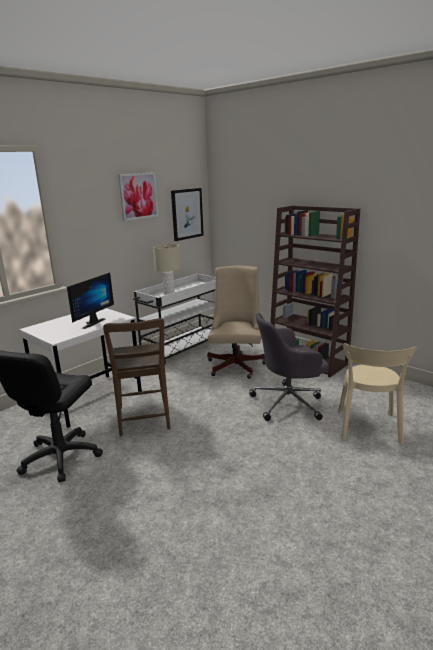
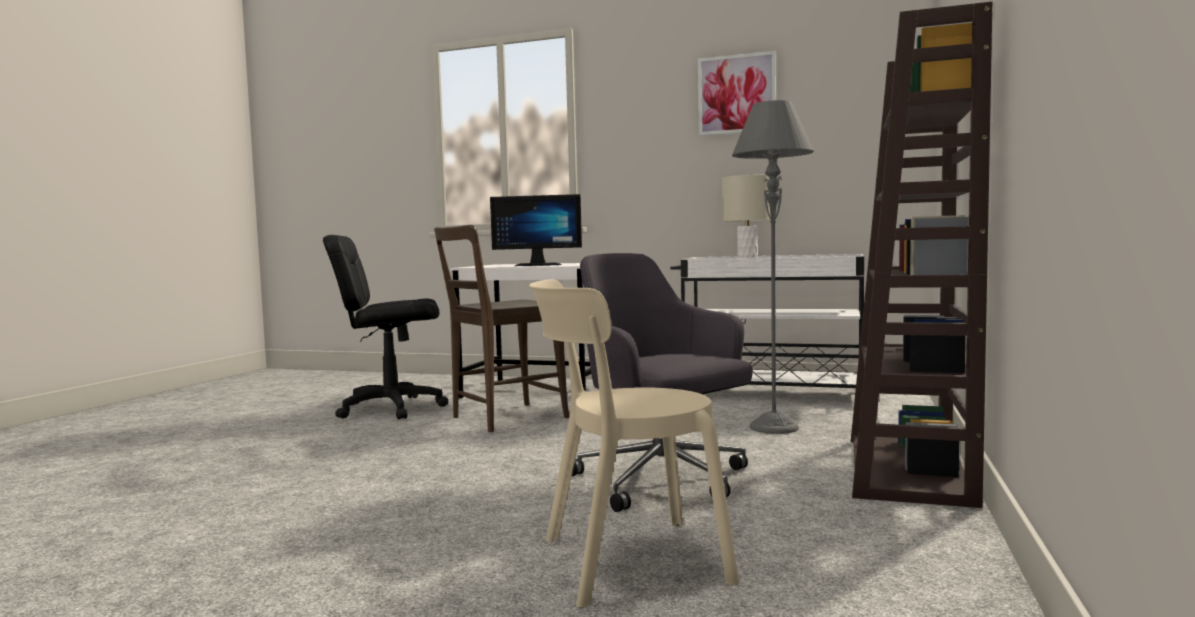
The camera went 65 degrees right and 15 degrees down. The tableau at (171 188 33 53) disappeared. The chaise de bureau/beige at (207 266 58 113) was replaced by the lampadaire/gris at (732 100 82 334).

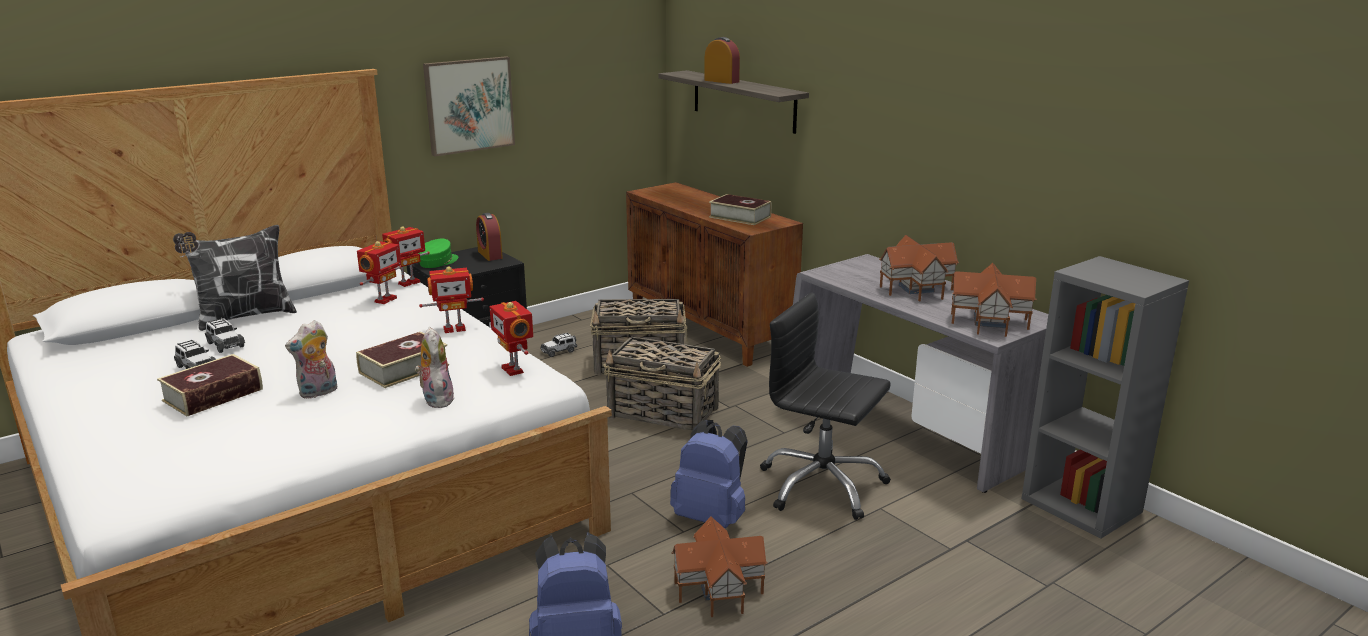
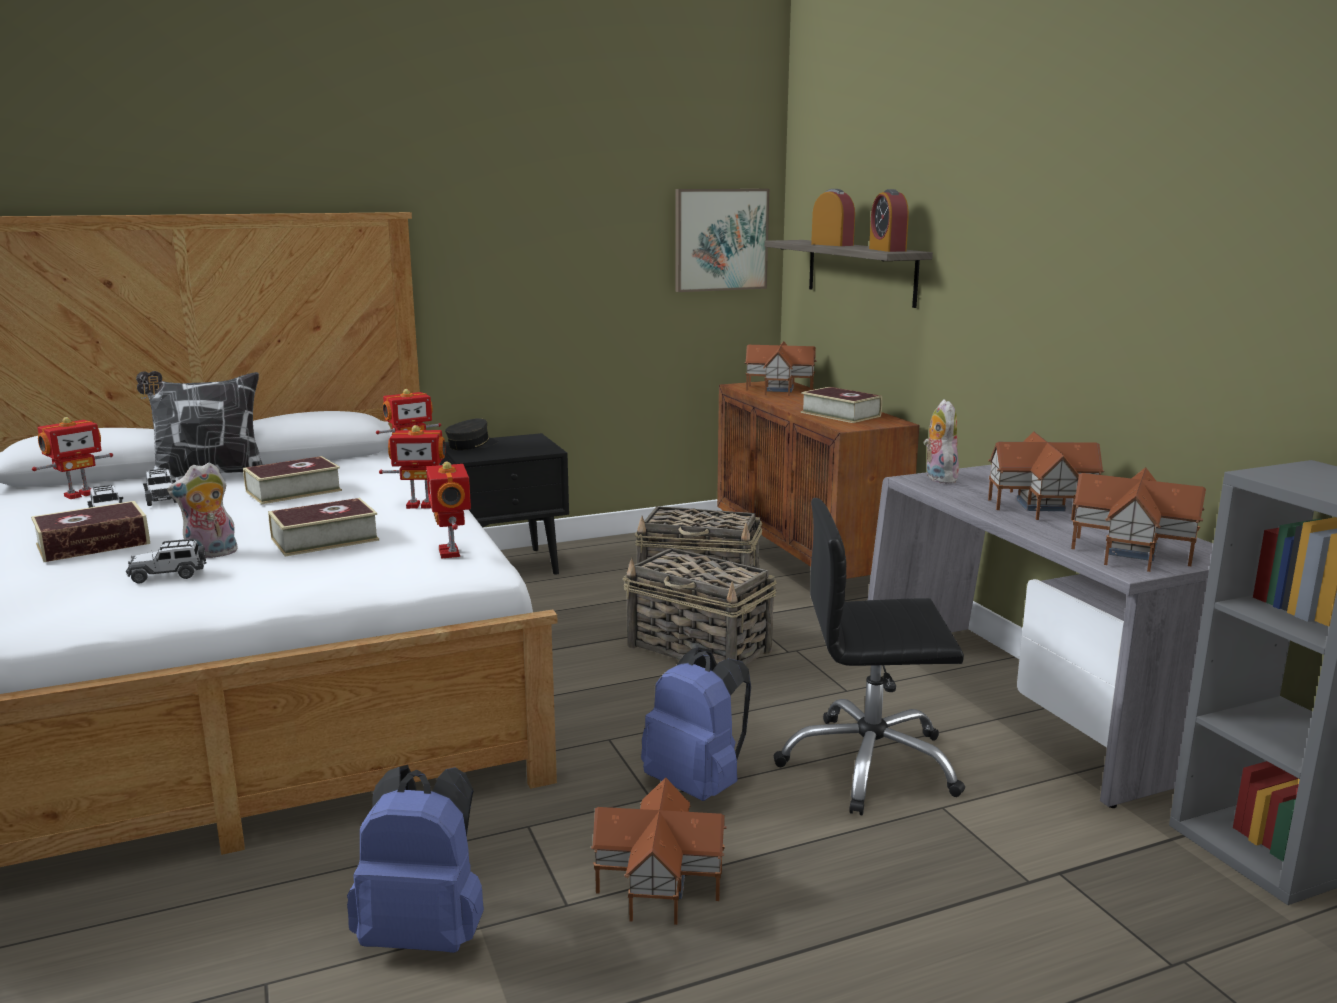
The camera went 15 degrees right and 5 degrees down. The livre at (243 456 99 48) appeared. The maison miniature at (745 341 71 55) appeared. The robot jouet moved from (357 241 44 63) to (32 417 81 82). The peluche moved from (415 327 40 81) to (924 399 35 85). The tableau moved from (423 56 92 101) to (675 189 94 103). The réveil moved from (476 213 27 48) to (869 189 40 63). The petite voiture moved from (540 333 37 24) to (126 539 81 44). The casquette/vert at (418 239 40 29) became the casquette/gris at (445 418 53 32). The chaise de bureau/noir at (760 292 131 228) turned 45 degrees counterclockwise.

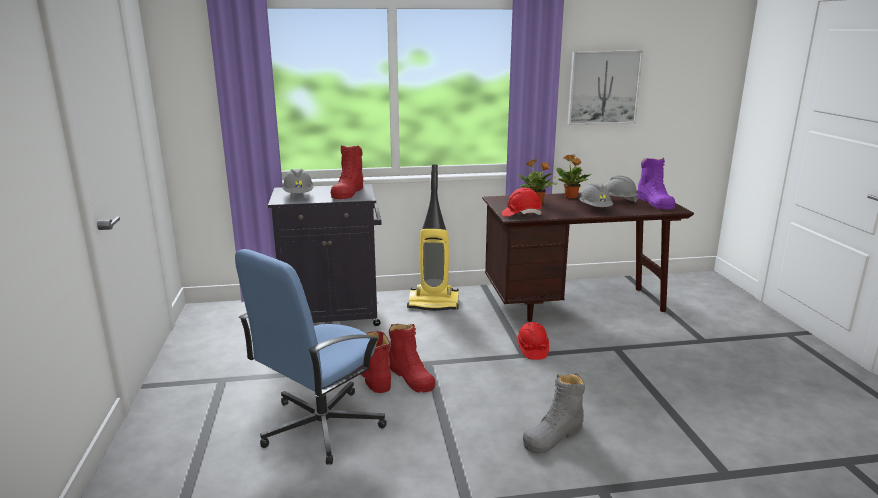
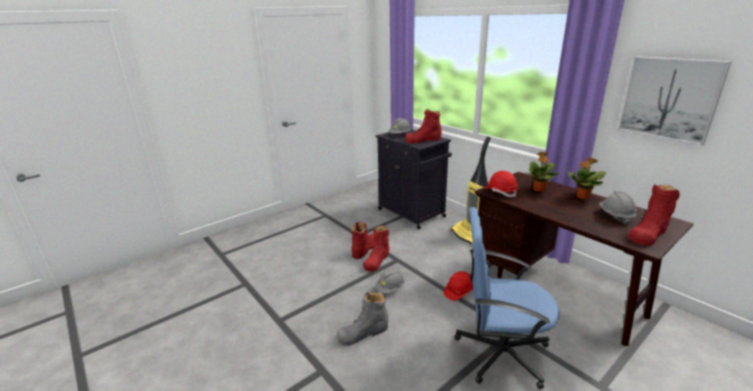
The camera went 60 degrees right and 5 degrees up. The chaise de bureau/bleu moved from (235 249 152 216) to (455 207 105 182). The casque de chantier/gris moved from (580 183 33 24) to (375 268 30 25). The botte/violet at (638 158 38 52) became the botte/rouge at (628 185 52 61). The botte/gris at (523 374 62 80) turned 45 degrees counterclockwise.

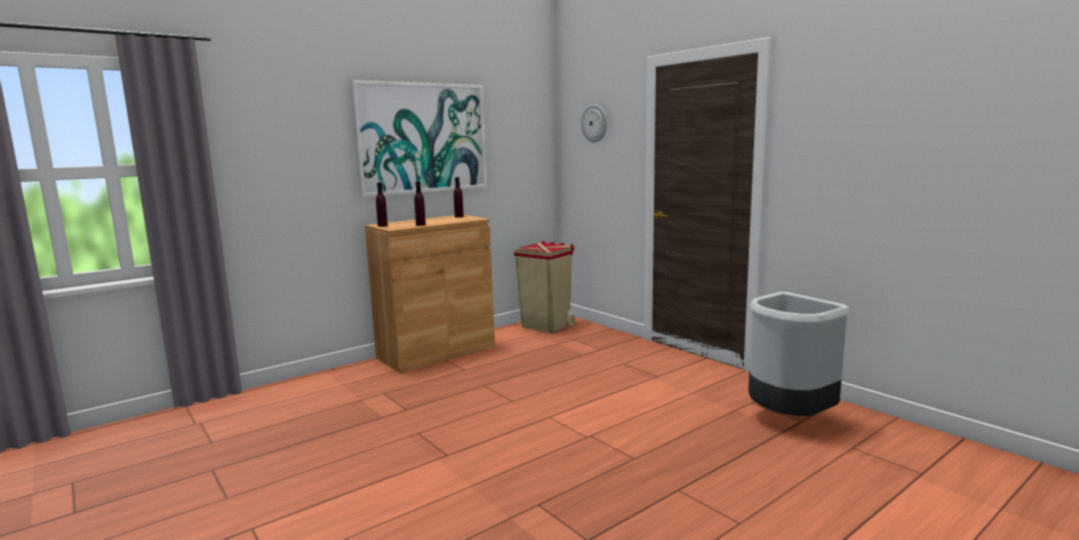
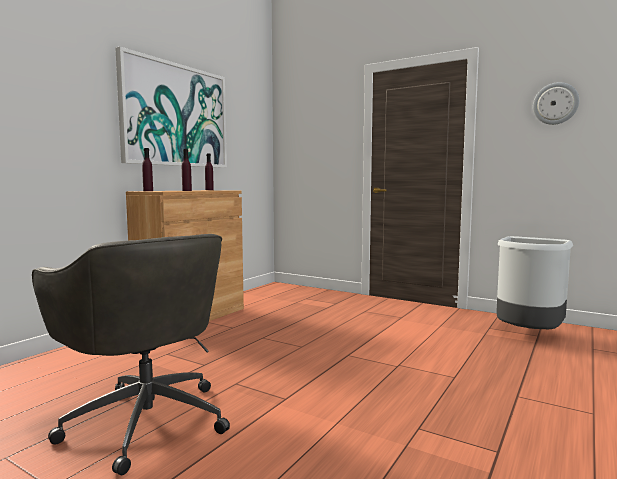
The camera went 20 degrees left and 5 degrees down. The poubelle/beige at (514 241 61 92) disappeared. The chaise de bureau/gris at (32 234 198 241) appeared. The horloge murale moved from (581 104 26 38) to (533 82 46 43).

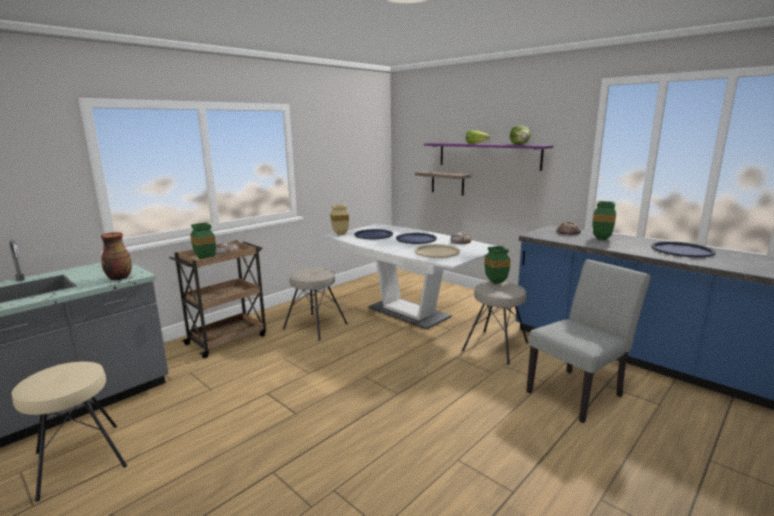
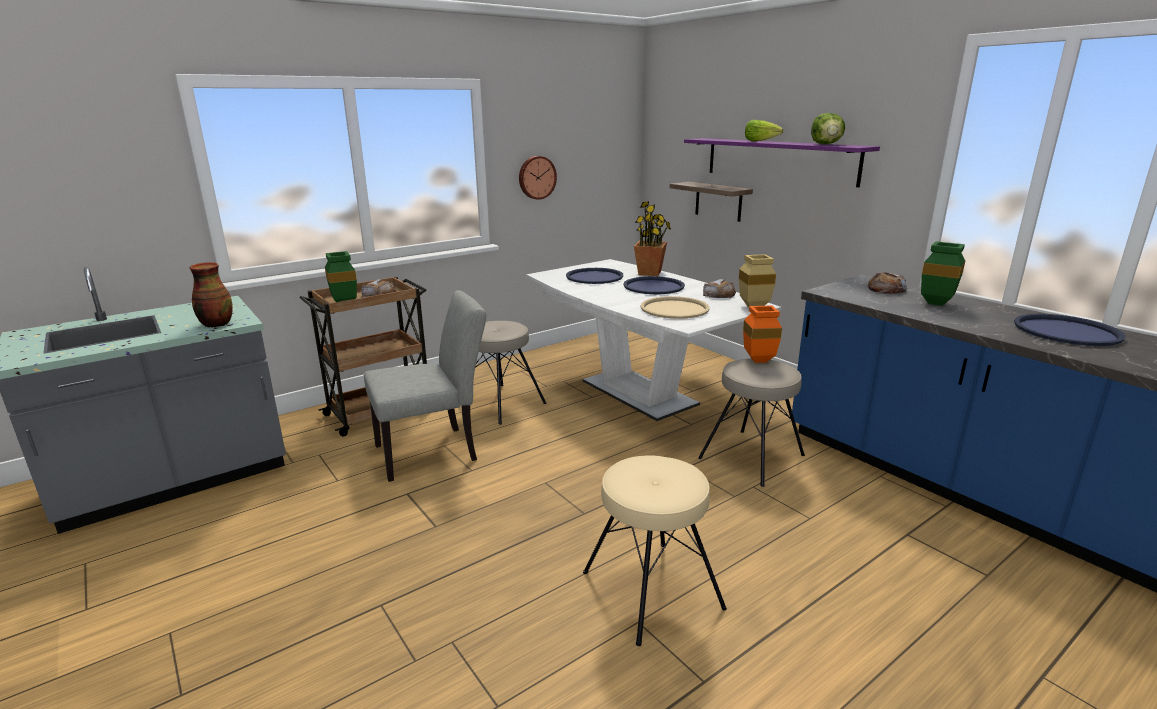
The camera went 10 degrees right and 5 degrees up. The horloge murale at (519 156 38 44) appeared. The plante en pot at (634 201 37 75) appeared. The tabouret/beige moved from (11 362 116 140) to (583 455 144 191). The vase/beige moved from (330 205 19 31) to (739 254 37 53). The chaise/gris moved from (526 259 124 164) to (364 290 123 192). The vase/vert at (484 246 27 38) became the vase/orange at (743 305 39 58).

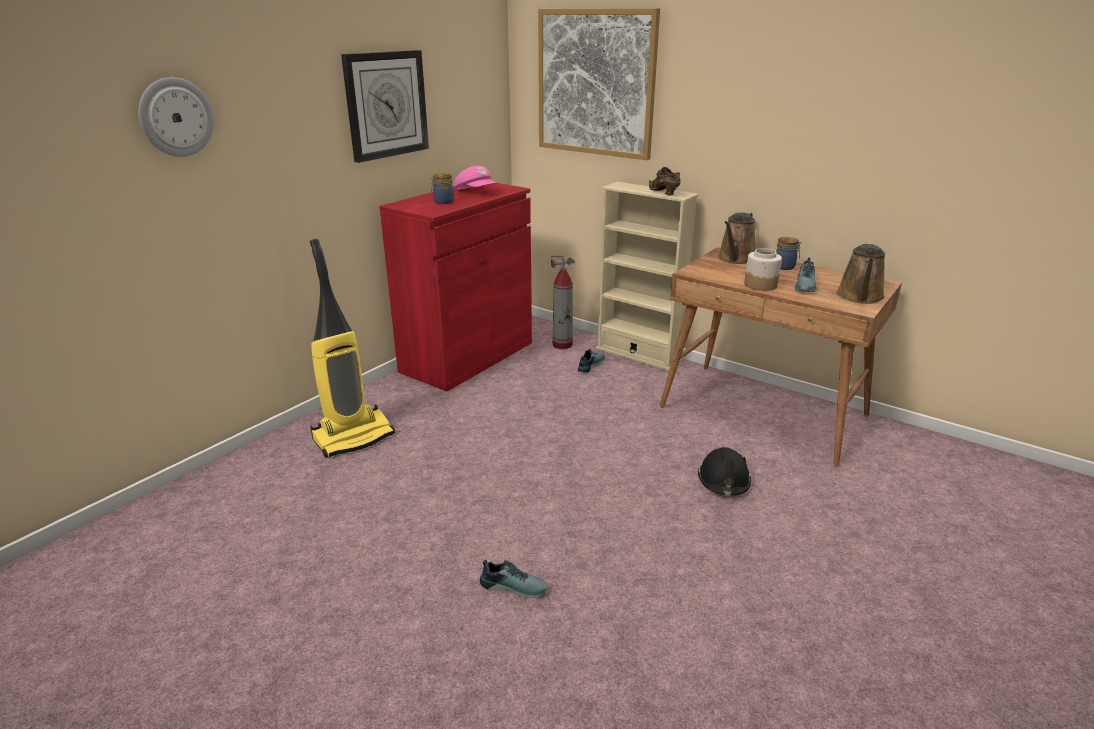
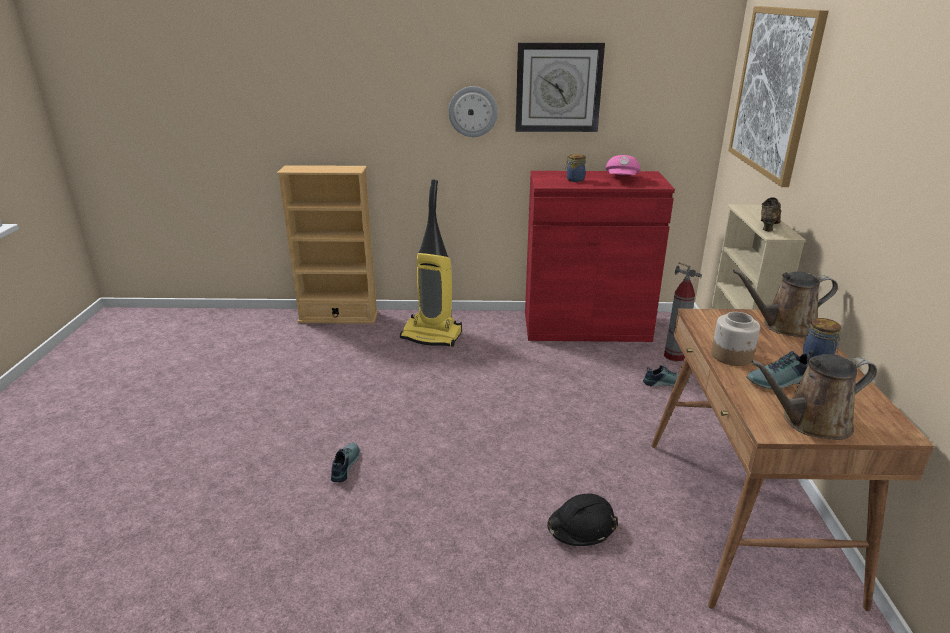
The camera went 55 degrees right and 0 degrees up. The bibliothèque/beige at (277 165 101 159) appeared. The horloge murale moved from (138 77 76 80) to (448 86 50 51). The chaussure at (480 560 68 38) turned 150 degrees counterclockwise.

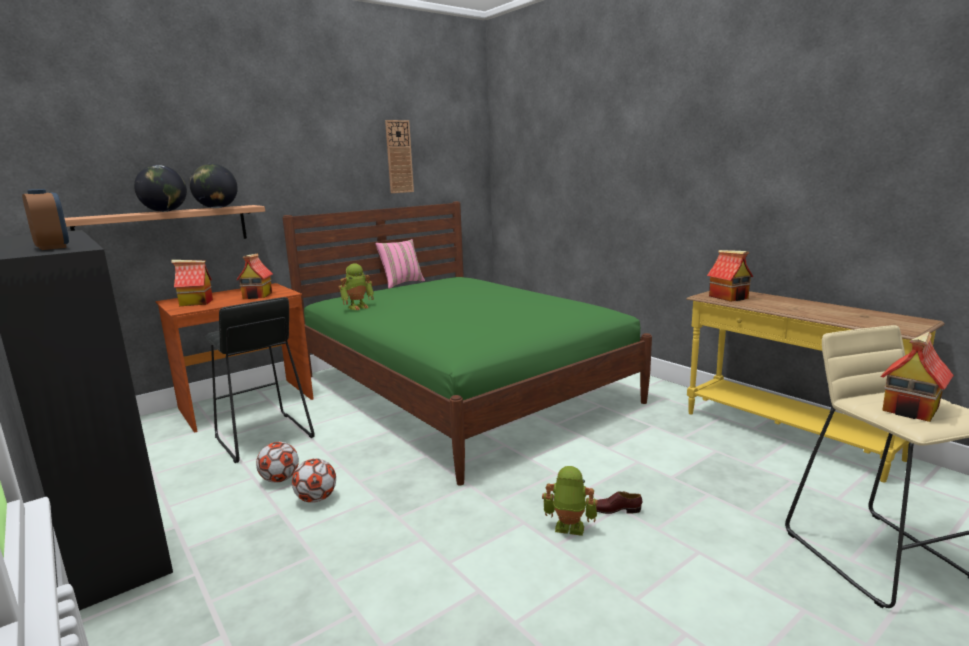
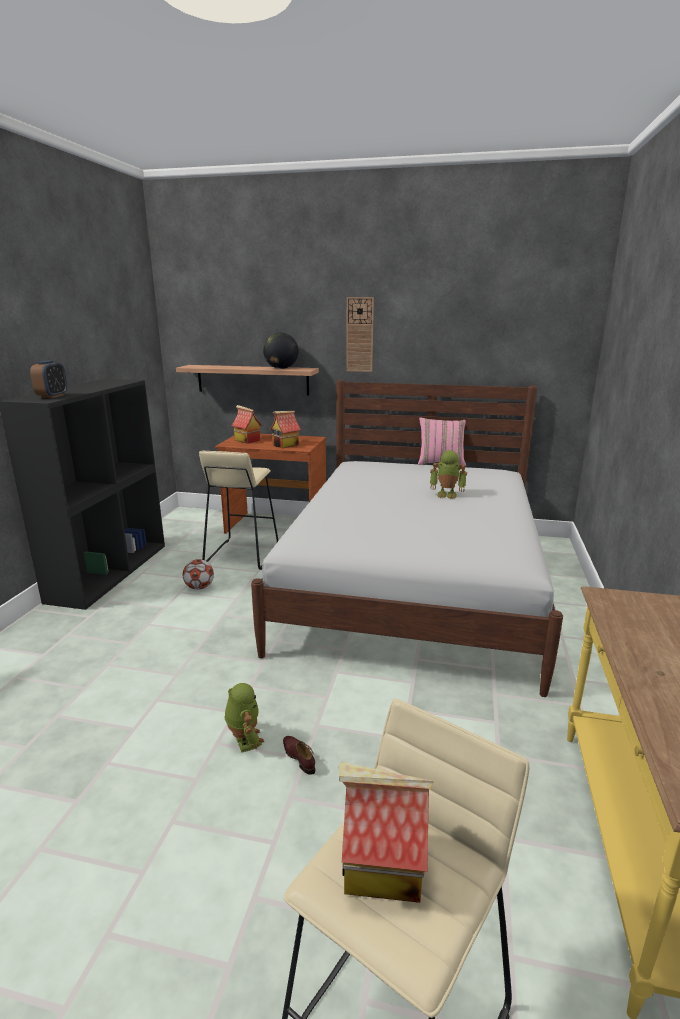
The camera went 50 degrees right and 5 degrees up. The globe at (134 165 53 47) disappeared. The ballon de foot at (292 458 44 45) disappeared. The maison miniature at (707 250 46 52) disappeared. The robot jouet moved from (338 263 36 47) to (430 450 37 49). The horloge murale moved from (385 120 29 73) to (346 297 28 75). The tabouret/noir at (205 297 110 166) became the tabouret/beige at (199 451 80 119). The lit/vert at (282 201 370 285) became the lit/blanc at (251 380 312 317).

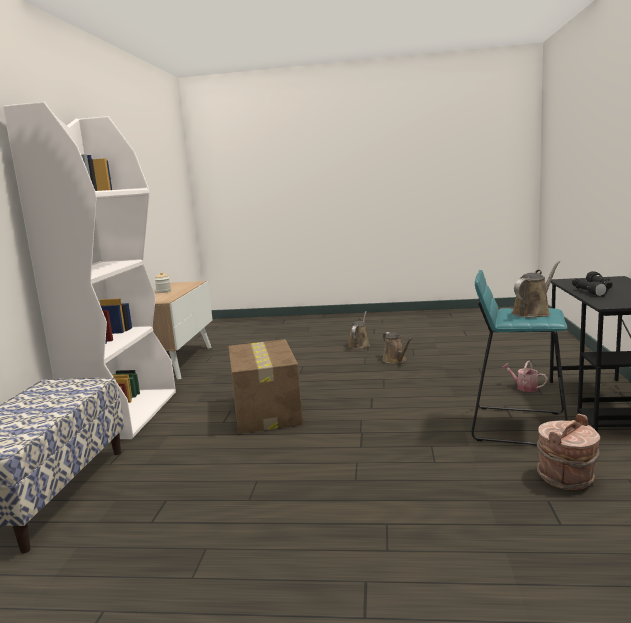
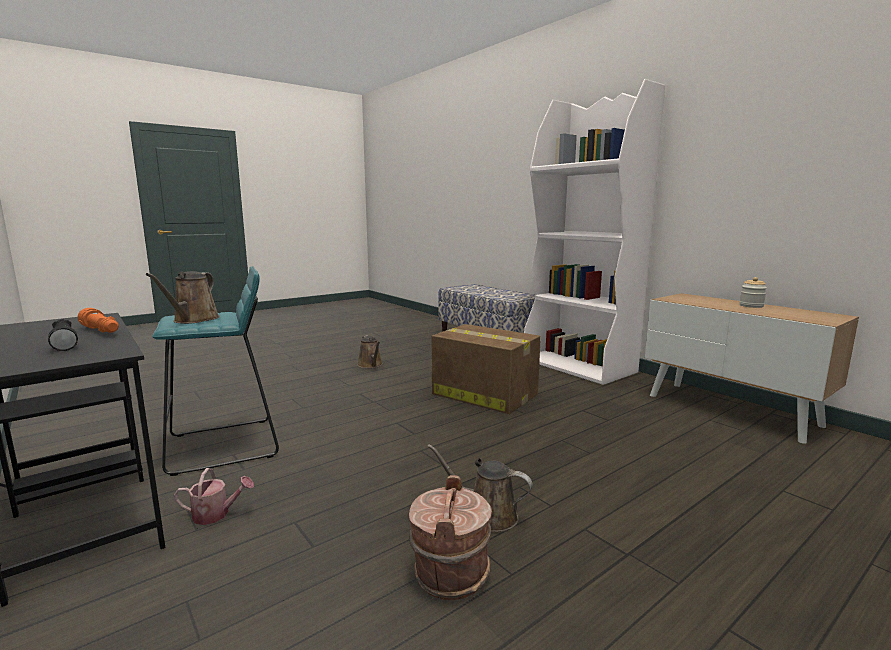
The camera went 135 degrees right and 0 degrees up. The arrosoir/marron moved from (348 311 22 38) to (358 335 25 33). The seau/marron moved from (537 414 63 76) to (409 475 83 126). The lampe de poche/noir at (572 279 36 18) became the lampe de poche/orange at (78 308 41 25).

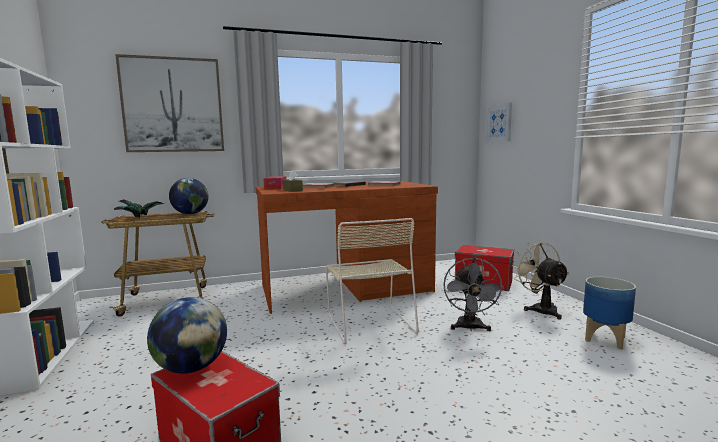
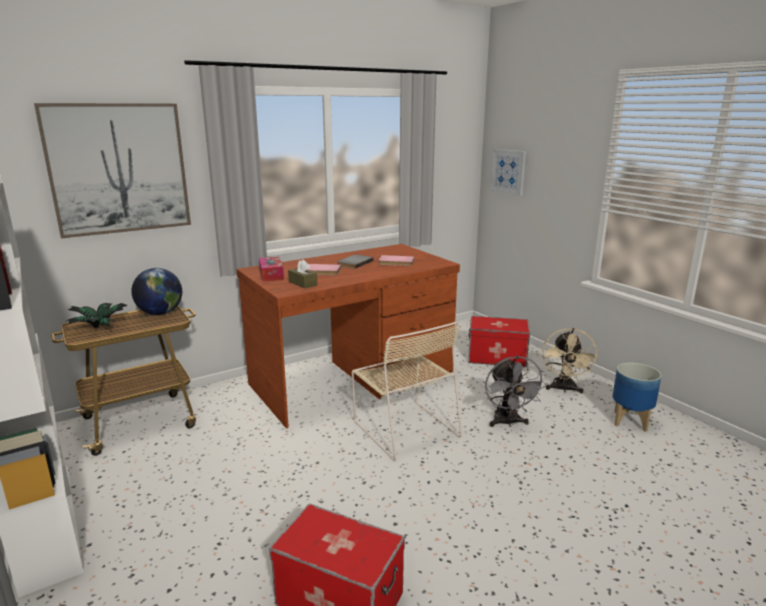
The camera went 15 degrees left and 10 degrees up. The globe at (147 297 80 77) disappeared. The ventilateur/beige at (512 242 57 78) turned 135 degrees counterclockwise.

